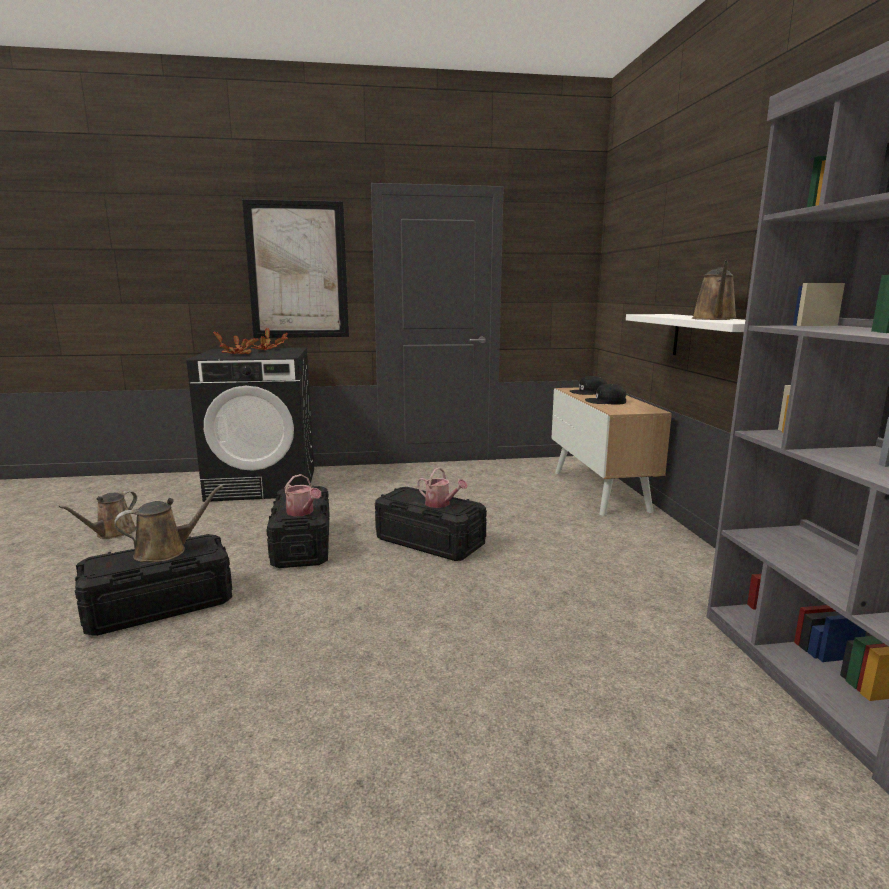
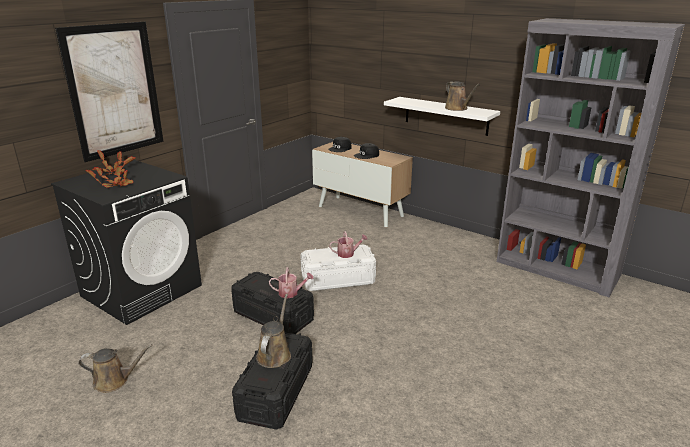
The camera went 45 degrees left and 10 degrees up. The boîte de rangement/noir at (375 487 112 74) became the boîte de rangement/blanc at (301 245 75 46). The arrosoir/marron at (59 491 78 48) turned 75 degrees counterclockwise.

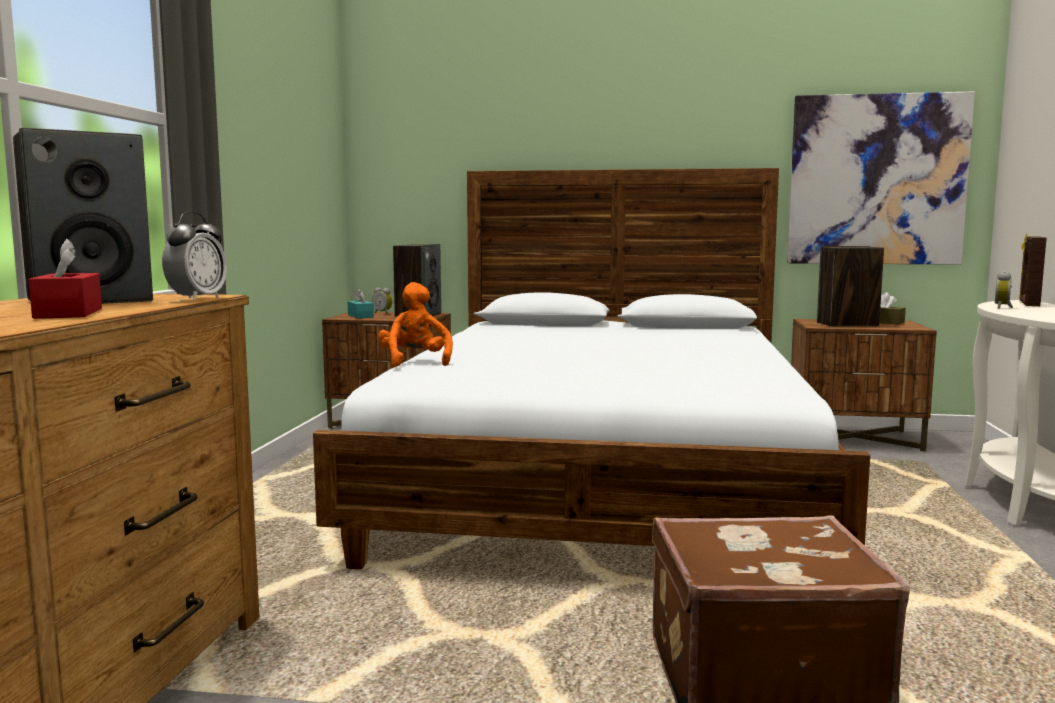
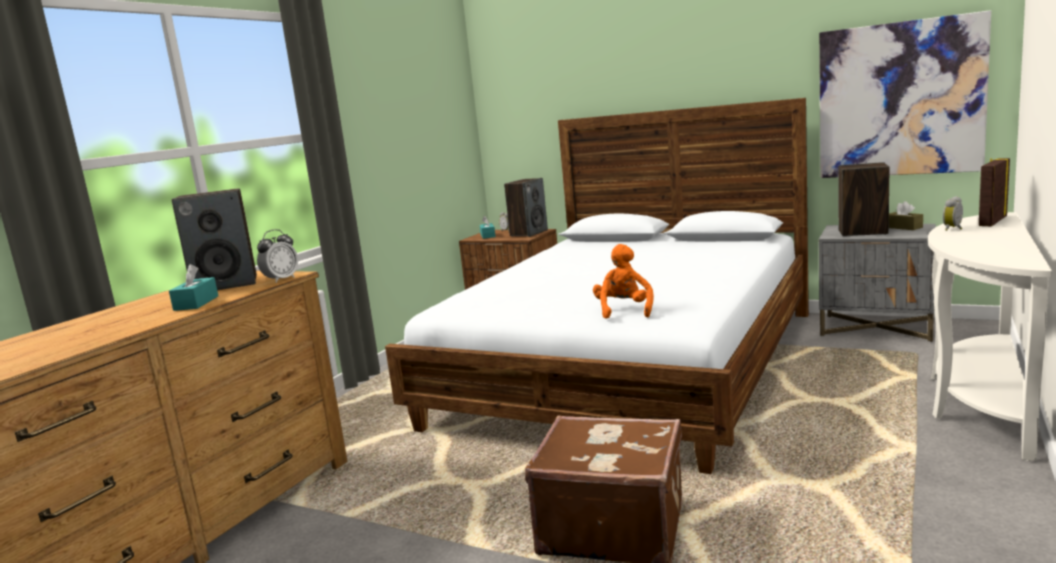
The camera went 20 degrees right and 5 degrees up. The peluche/orange moved from (378 282 75 84) to (593 244 61 75). The boîte à mouchoirs/rouge at (29 239 73 80) became the boîte à mouchoirs/turquoise at (169 264 49 47). The table de chevet/marron at (791 319 146 133) became the table de chevet/gris at (819 224 117 118).

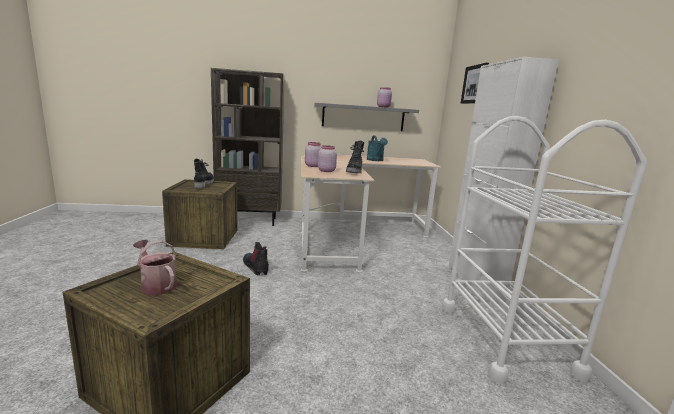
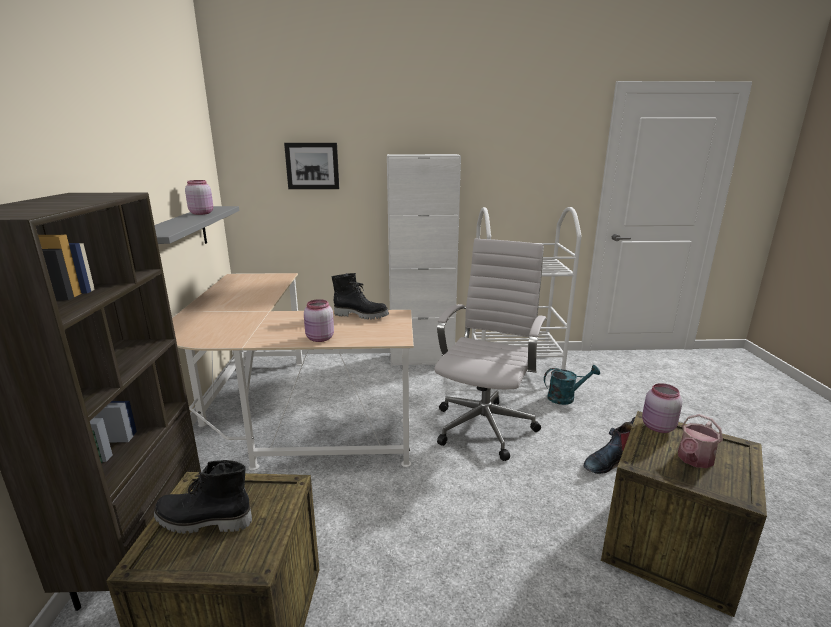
The camera went 85 degrees left and 5 degrees up. The chaise de bureau/blanc at (434 239 113 222) appeared. The botte moved from (243 242 26 34) to (584 416 52 58). The bocal/rose moved from (318 145 19 27) to (642 383 40 50). The arrosoir/turquoise moved from (367 136 21 25) to (544 365 56 40).

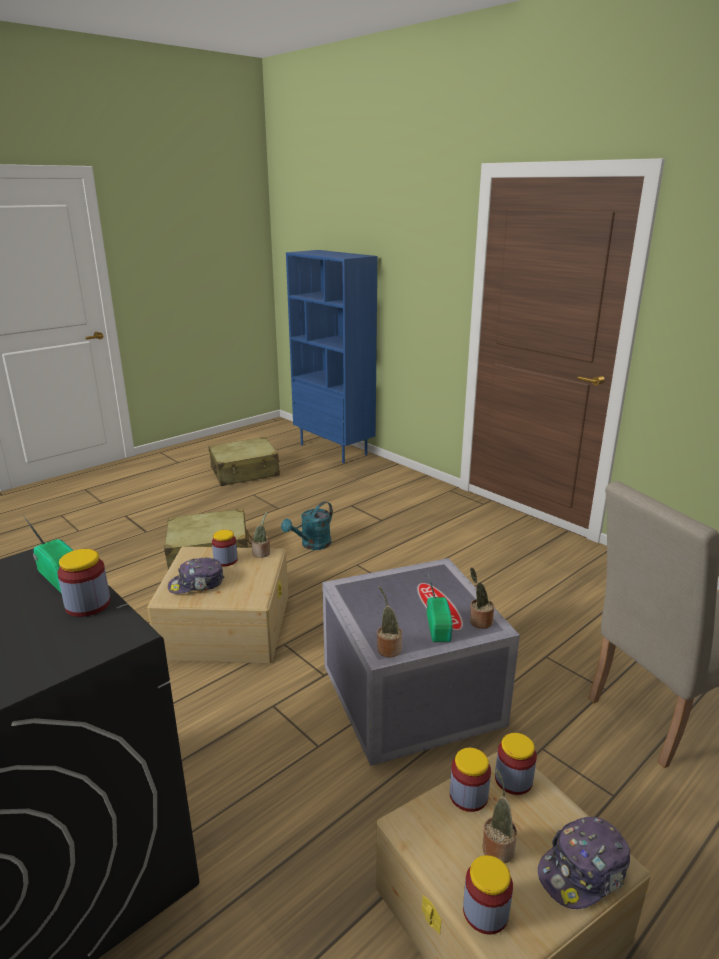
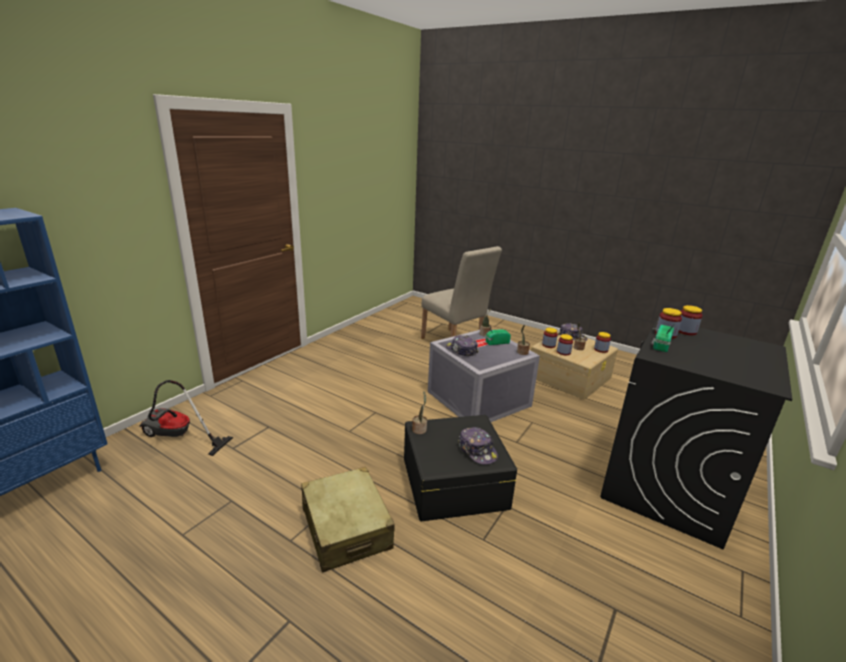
The camera went 105 degrees left and 0 degrees up. The valise/beige at (209 437 71 49) disappeared. The arrosoir/turquoise at (281 501 52 49) disappeared. The aspirateur at (140 380 93 76) appeared. The casquette at (446 335 33 21) appeared. The bocal moved from (212 530 26 36) to (679 305 23 30). The boîte de rangement/beige at (147 546 141 117) became the boîte de rangement/noir at (404 415 113 106).

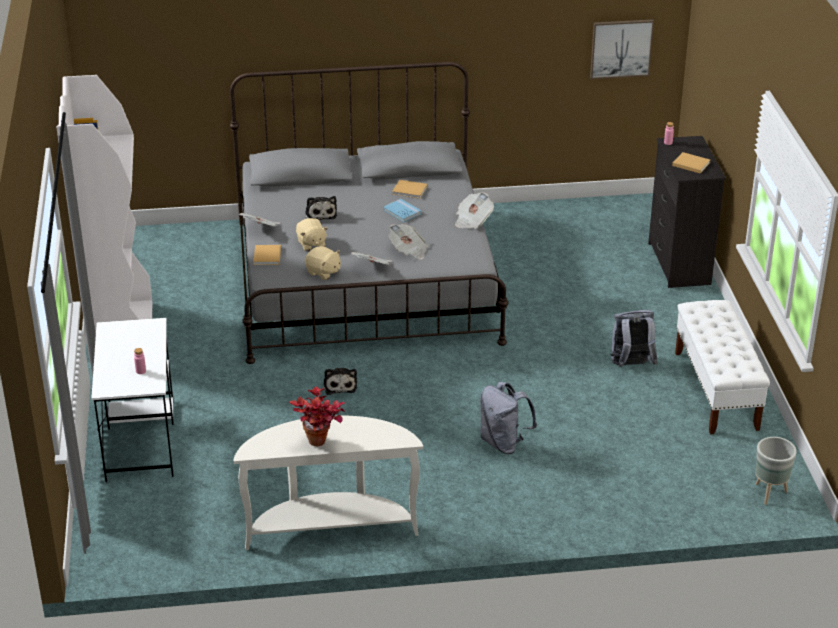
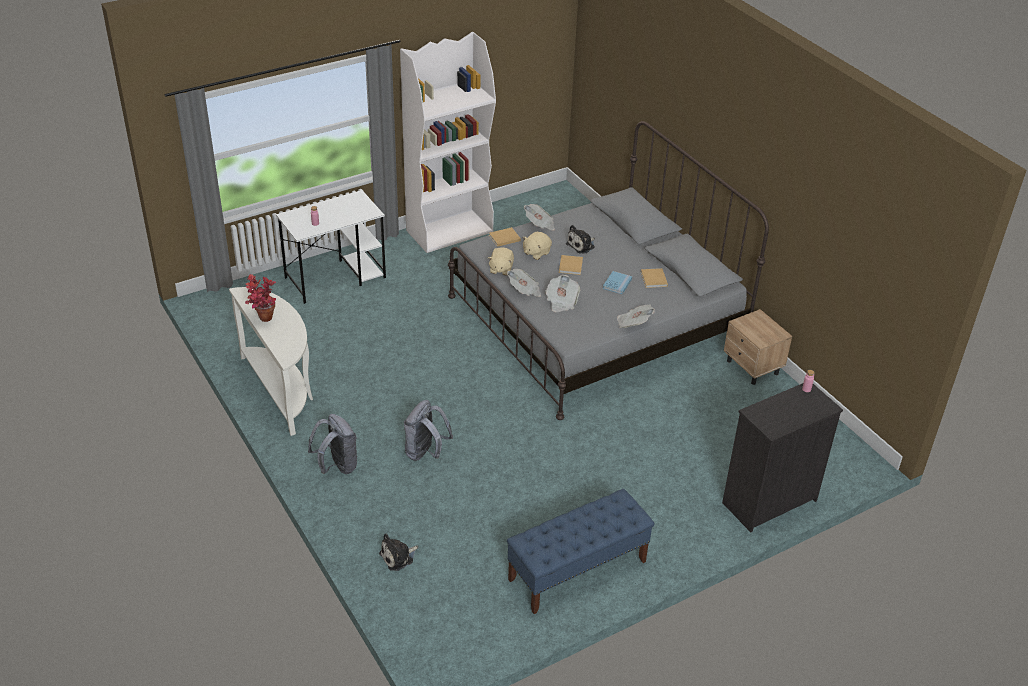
The camera went 65 degrees right and 5 degrees up. The tableau at (590 19 64 60) disappeared. The cache-pot/gris at (756 437 41 68) disappeared. The table de chevet/beige at (724 309 68 76) appeared. The peluche moved from (324 368 33 27) to (379 533 39 38). The sac à dos/gris moved from (610 310 48 57) to (308 414 50 60). The livre/beige moved from (672 152 38 21) to (559 255 24 20). The banc/blanc at (675 300 95 135) became the banc/bleu at (507 489 147 125).

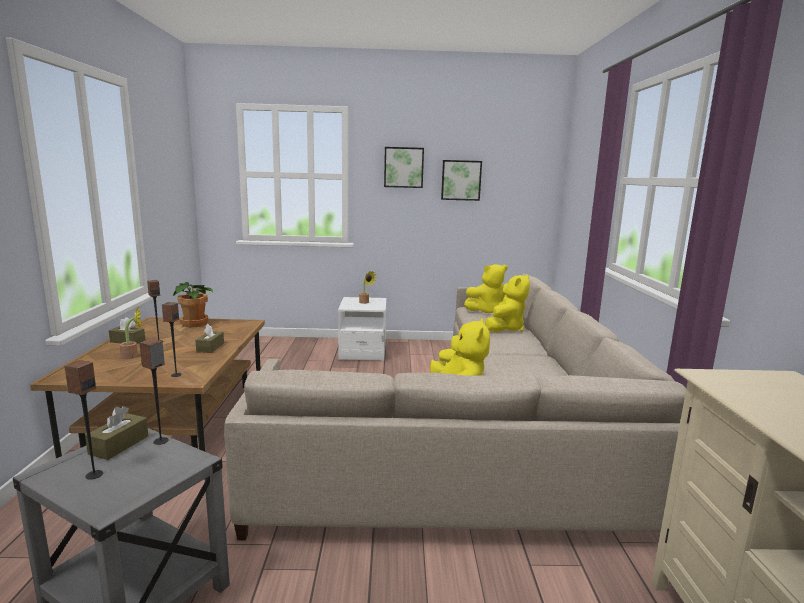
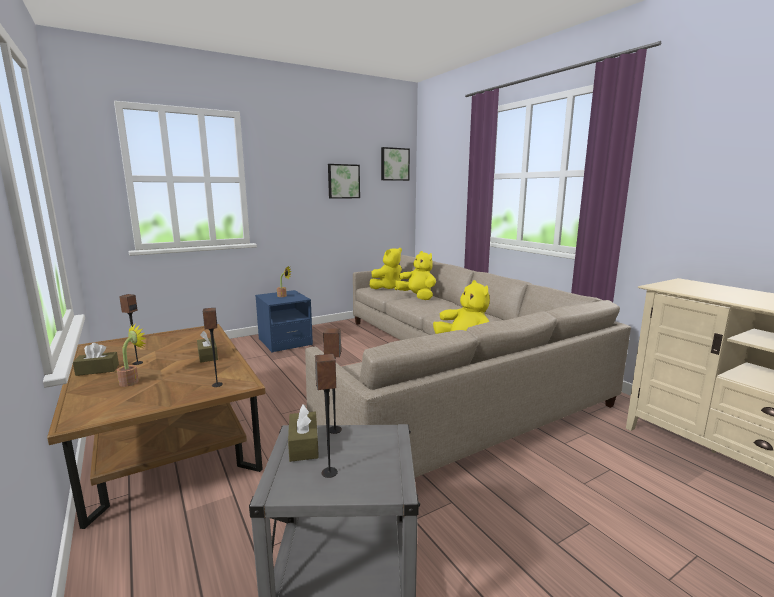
The camera went 30 degrees left and 0 degrees up. The plante en pot at (173 282 40 45) disappeared. The tableau moved from (384 147 40 41) to (381 147 29 34). The table de chevet/blanc at (338 297 49 64) became the table de chevet/bleu at (255 290 58 63). The peluche/jaune at (485 274 45 58) turned 45 degrees counterclockwise.

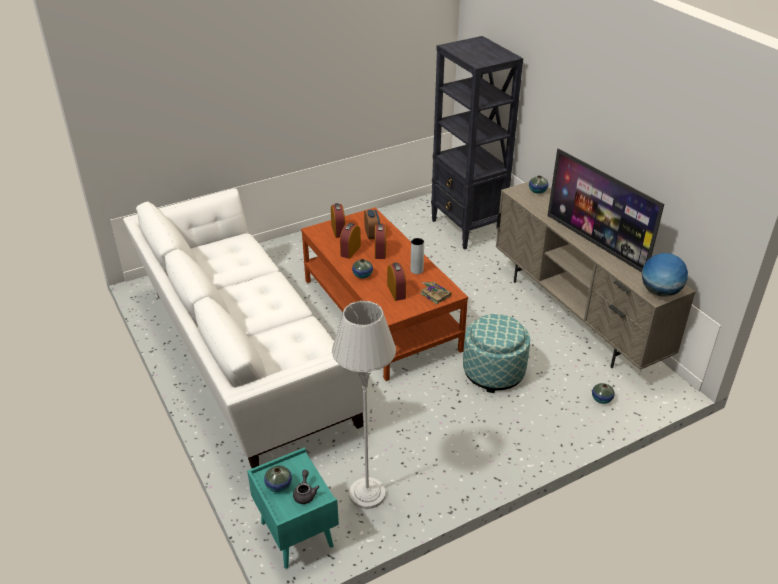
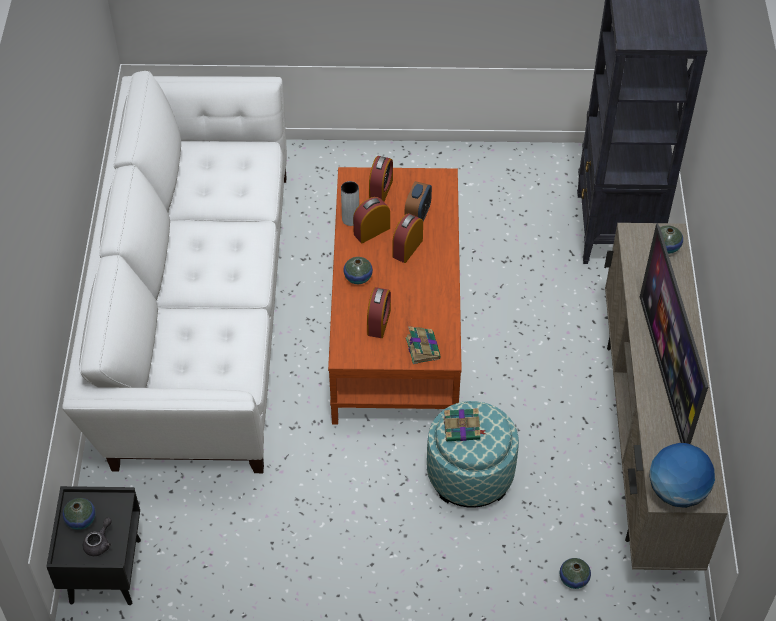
The camera went 30 degrees right and 15 degrees up. The lampadaire/gris at (332 301 64 208) disappeared. The livre at (443 408 43 33) appeared. The vase/gris moved from (411 238 13 36) to (341 181 18 45). The table de chevet/turquoise at (247 447 92 122) became the table de chevet/noir at (46 486 95 119).

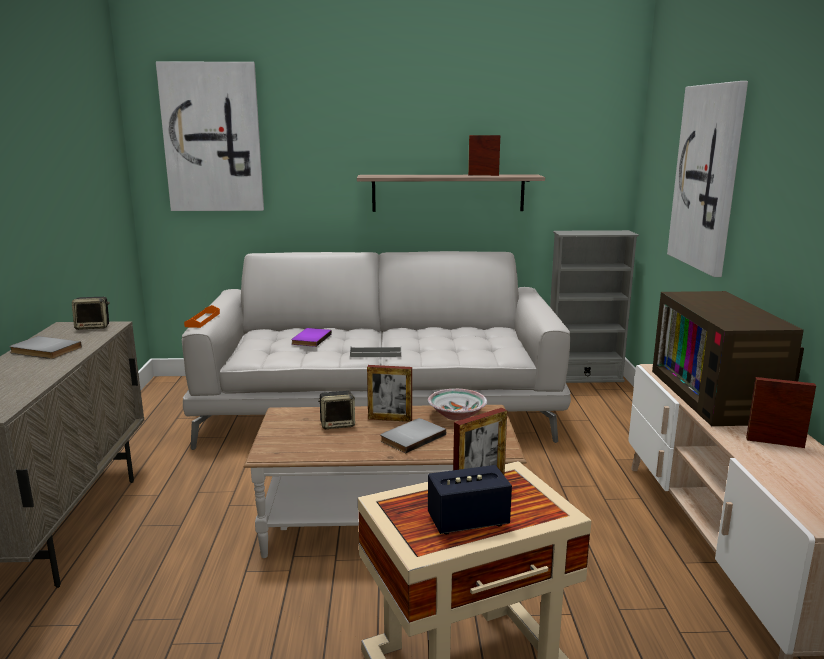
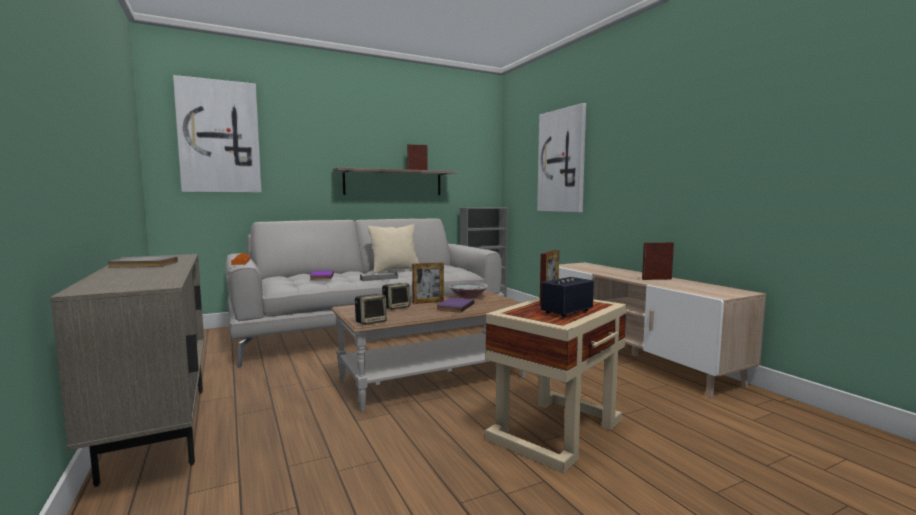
The camera went 25 degrees left and 10 degrees down. The téléviseur at (652 291 152 135) disappeared. The coussin/beige at (368 224 51 49) appeared. The enceinte moved from (72 297 38 33) to (355 294 32 31). The livre/gris at (380 418 66 35) became the livre/violet at (436 298 38 15).

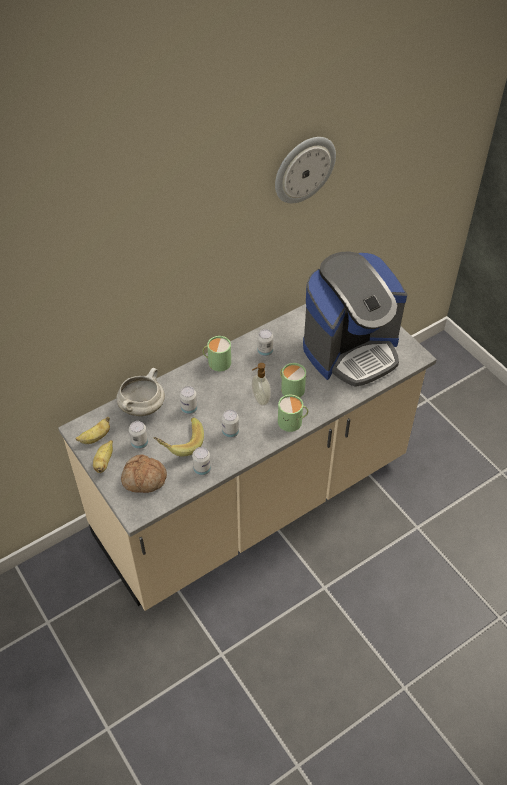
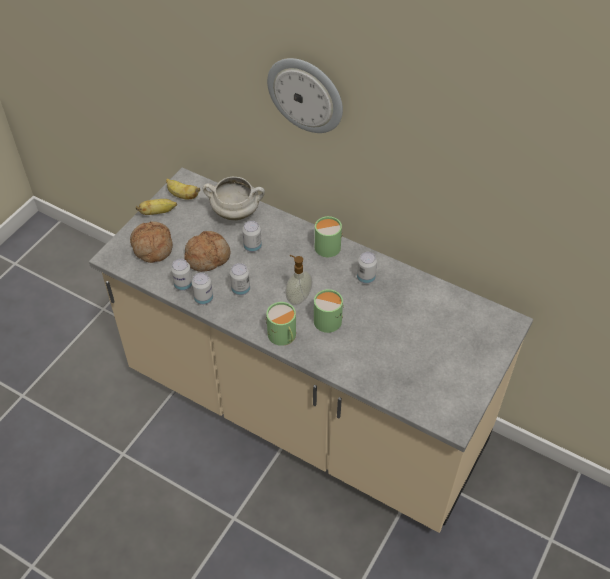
The camera went 65 degrees right and 0 degrees up. The machine à café at (303 251 104 136) disappeared. The boîte métallique moved from (129 421 19 28) to (192 273 21 32). The horloge murale moved from (275 137 61 66) to (267 58 76 75). The banane at (154 418 50 39) was replaced by the pain at (184 231 47 41).

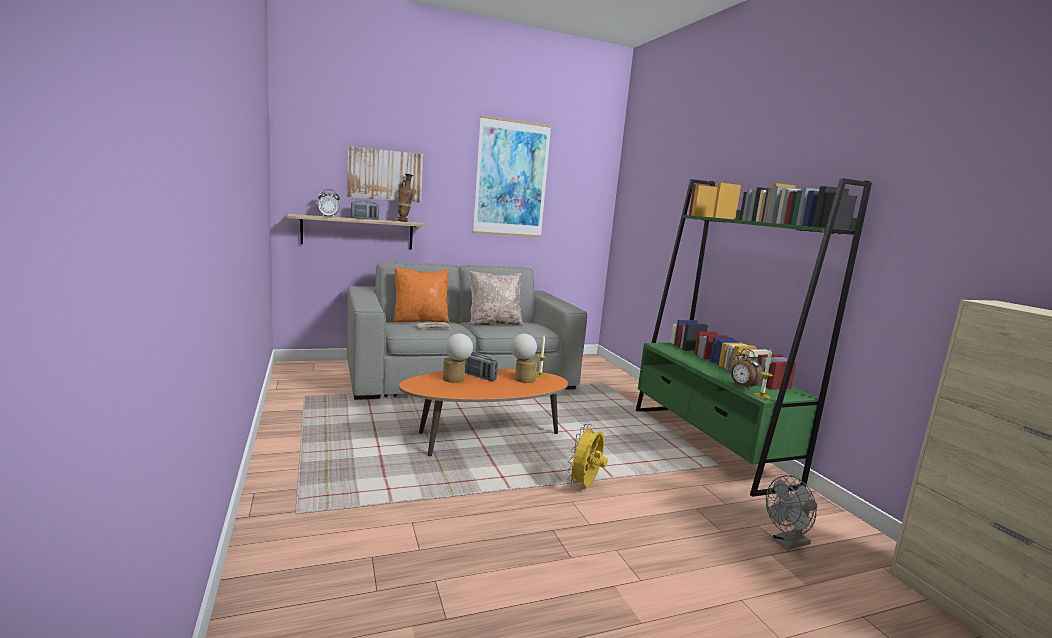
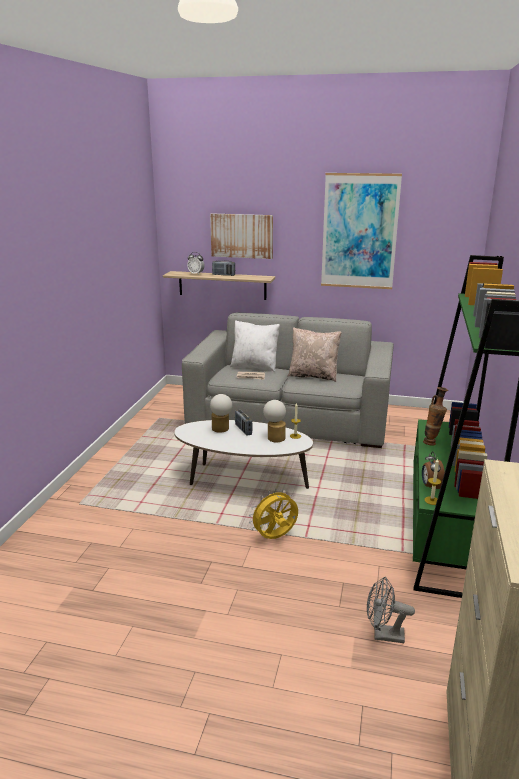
The camera went 35 degrees right and 10 degrees up. The vase moved from (398 174 16 48) to (423 387 25 59). The coussin/orange at (393 268 56 55) became the coussin/blanc at (230 320 50 52). The table basse/orange at (399 369 169 87) became the table basse/blanc at (174 420 139 69).

